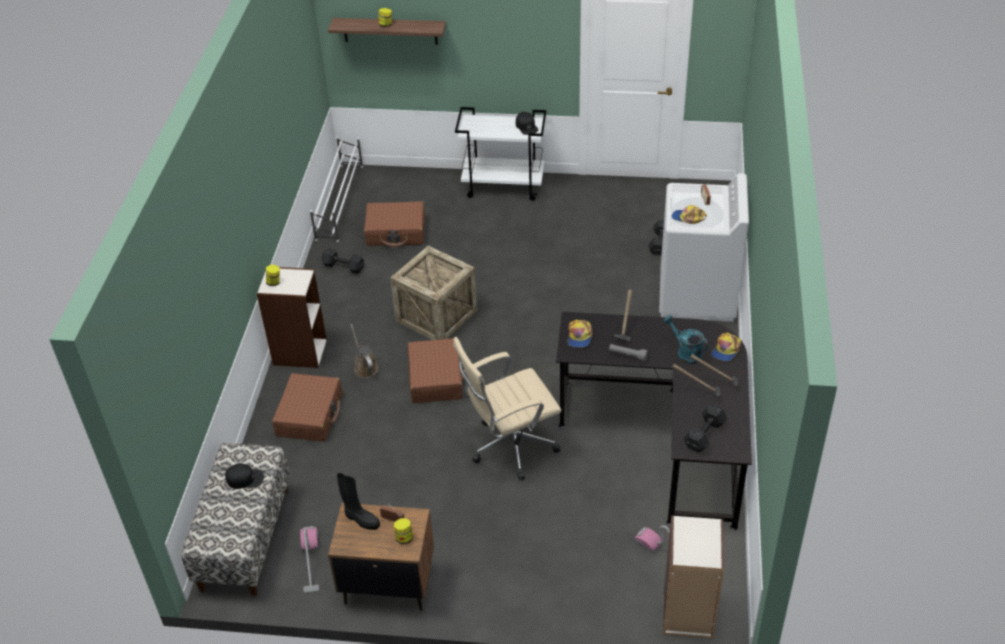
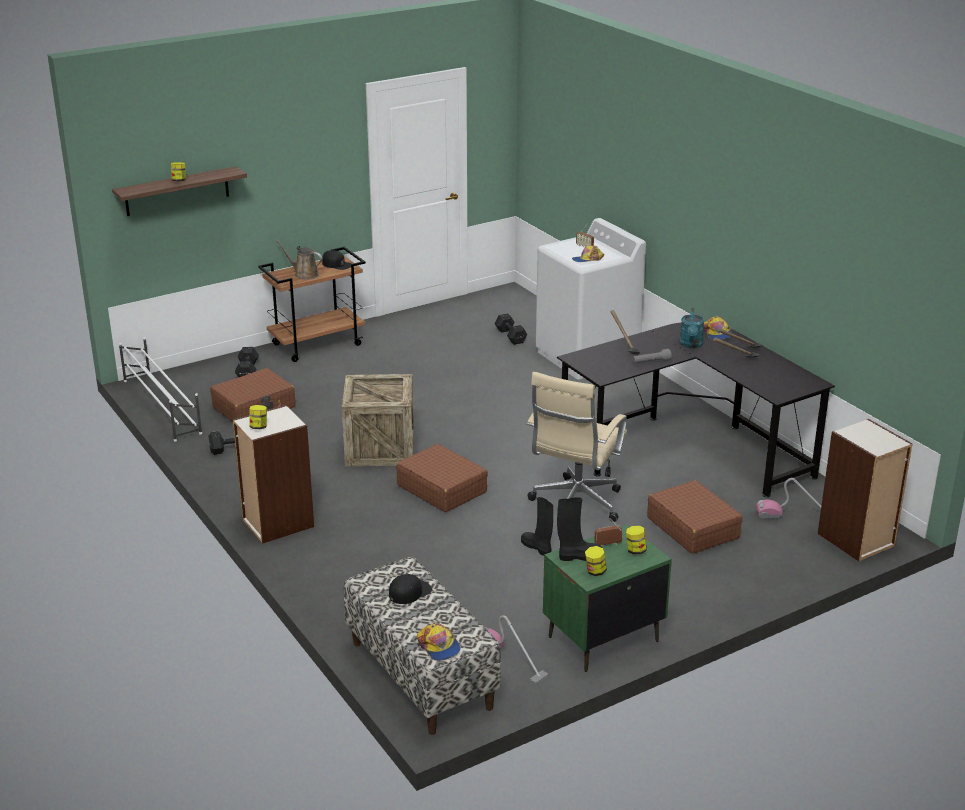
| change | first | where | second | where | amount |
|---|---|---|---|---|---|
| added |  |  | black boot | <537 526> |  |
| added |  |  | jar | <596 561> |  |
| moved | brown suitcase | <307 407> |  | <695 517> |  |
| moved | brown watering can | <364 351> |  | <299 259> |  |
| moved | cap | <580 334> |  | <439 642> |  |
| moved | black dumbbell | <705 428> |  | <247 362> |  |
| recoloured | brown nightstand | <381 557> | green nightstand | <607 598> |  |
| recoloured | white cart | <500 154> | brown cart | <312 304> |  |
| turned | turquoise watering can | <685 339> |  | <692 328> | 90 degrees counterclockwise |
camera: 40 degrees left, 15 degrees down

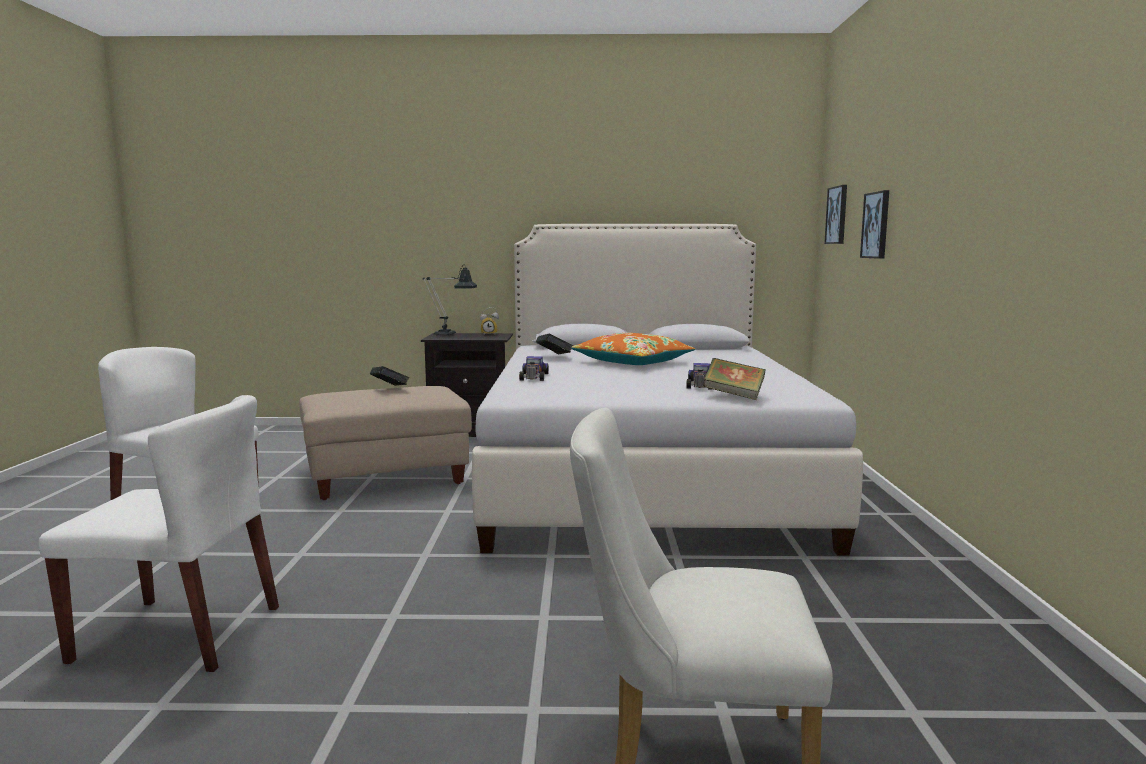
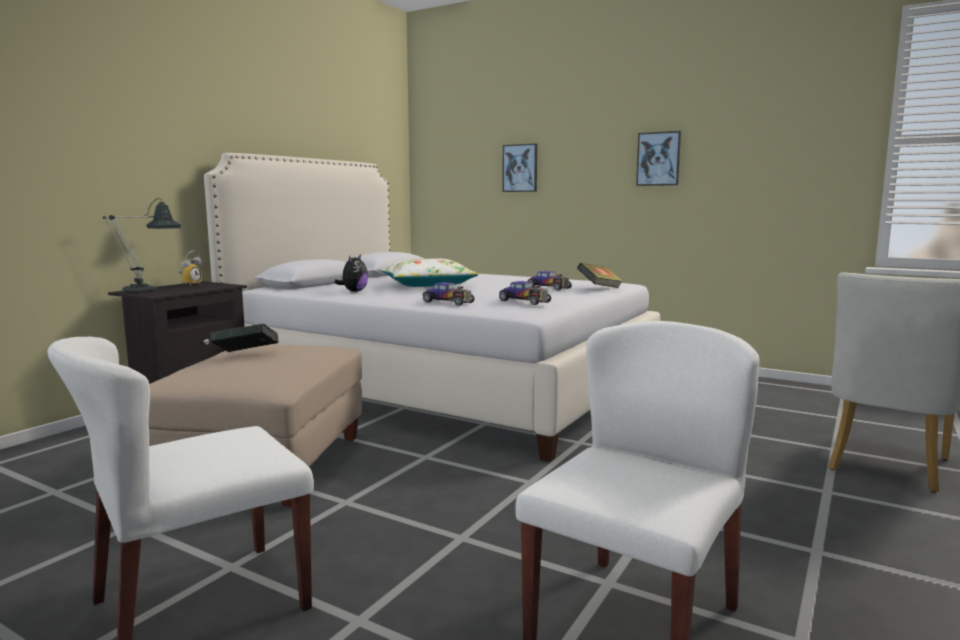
| change | first | where | second | where | amount |
|---|---|---|---|---|---|
| added |  |  | toy car | <525 293> |  |
| moved | picture | <835 214> |  | <658 158> |  |
| replaced | book | <555 344> | plush toy | <351 273> |  |
| recoloured | orange pillow | <633 349> | white pillow | <430 273> |  |
camera: 60 degrees left, 0 degrees up

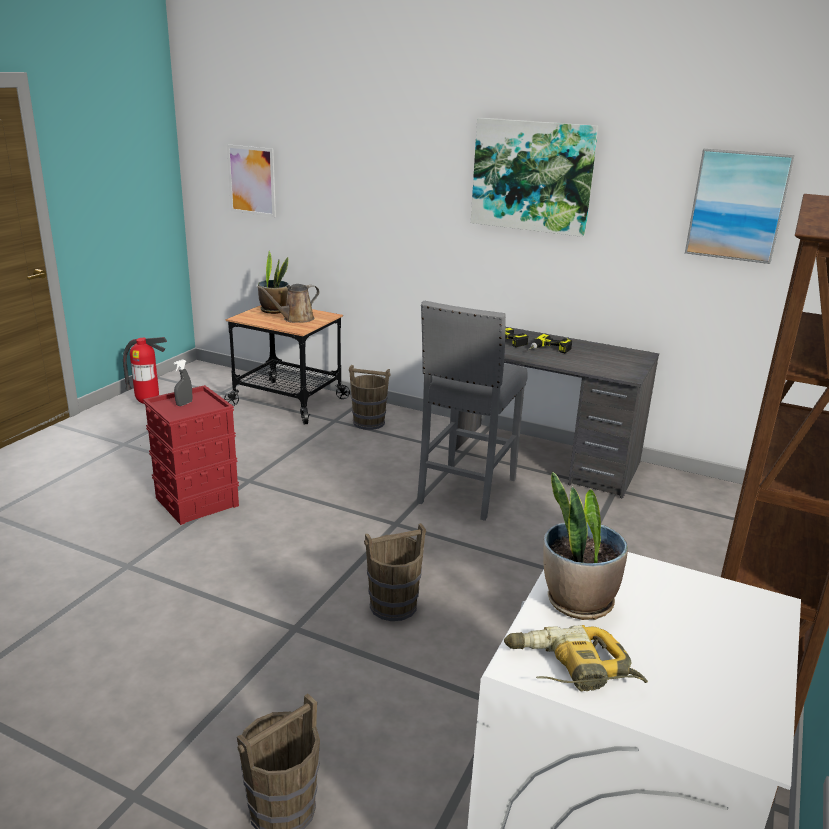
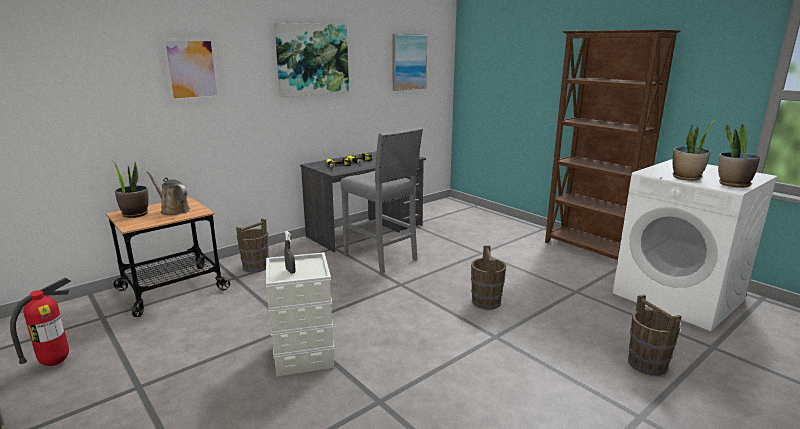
| change | first | where | second | where | amount |
|---|---|---|---|---|---|
| moved | picture | <251 180> |  | <190 70> |  |
| replaced | power drill | <576 658> | potted plant | <739 156> |  |
| recoloured | red storage box | <191 455> | grey storage box | <300 314> |  |
| turned | brown watering can | <288 303> |  | <168 193> | 135 degrees clockwise |
camera: 65 degrees left, 5 degrees down

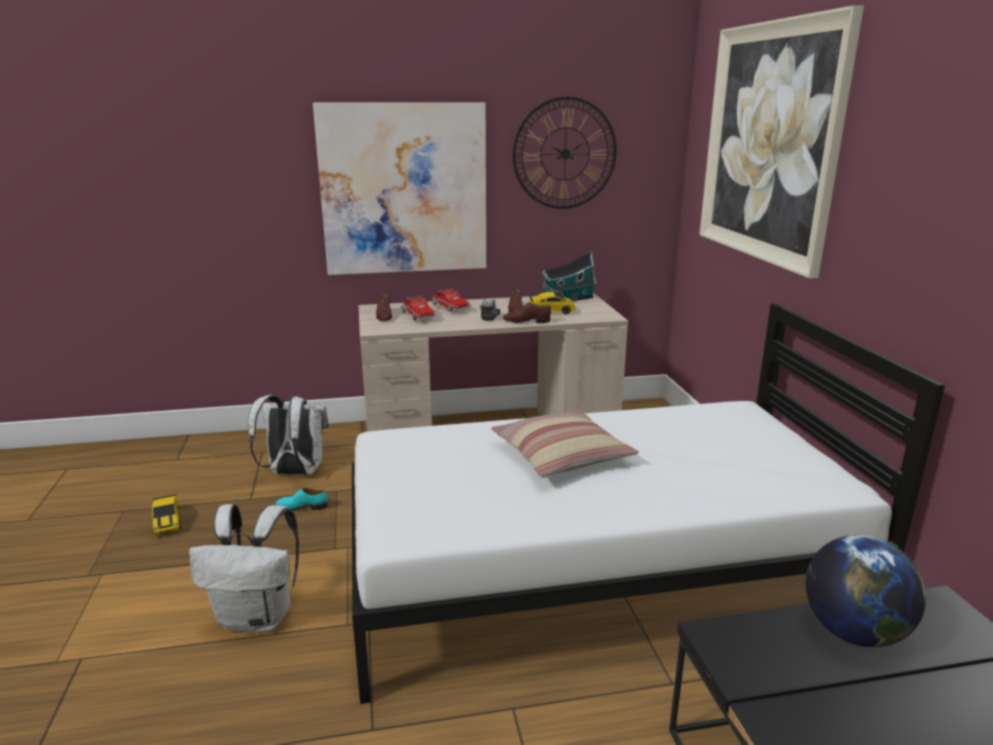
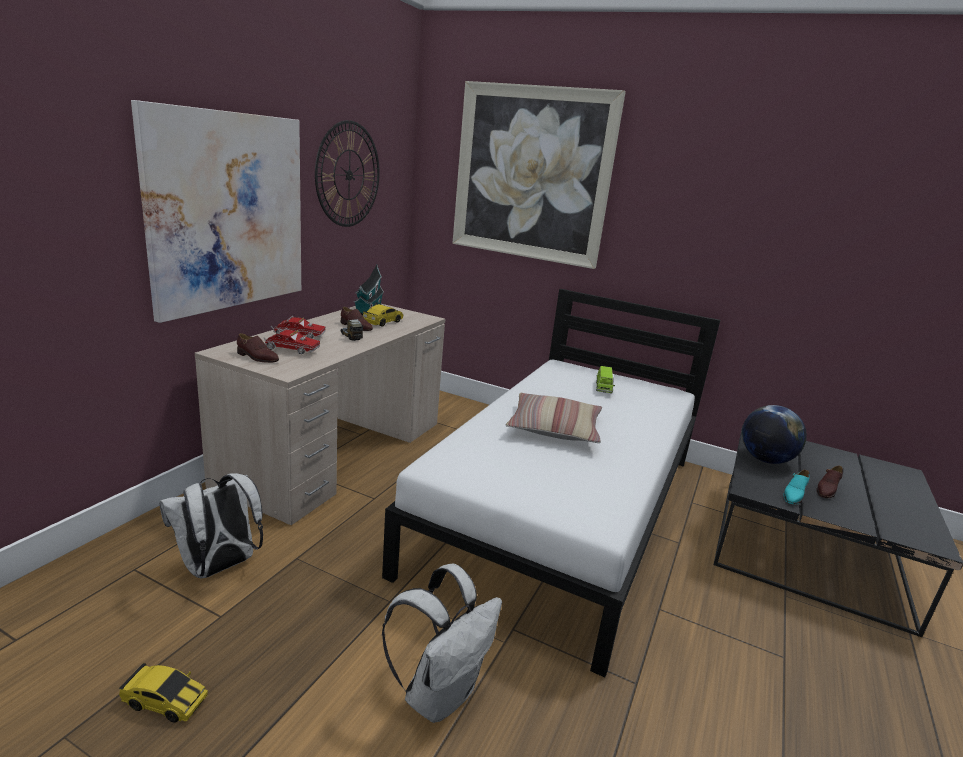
| change | first | where | second | where | amount |
|---|---|---|---|---|---|
| added |  |  | green toy car | <605 379> |  |
| moved | turquoise shoe | <301 499> |  | <796 487> |  |
| moved | brown shoe | <527 312> |  | <830 482> |  |
camera: 55 degrees left, 0 degrees up

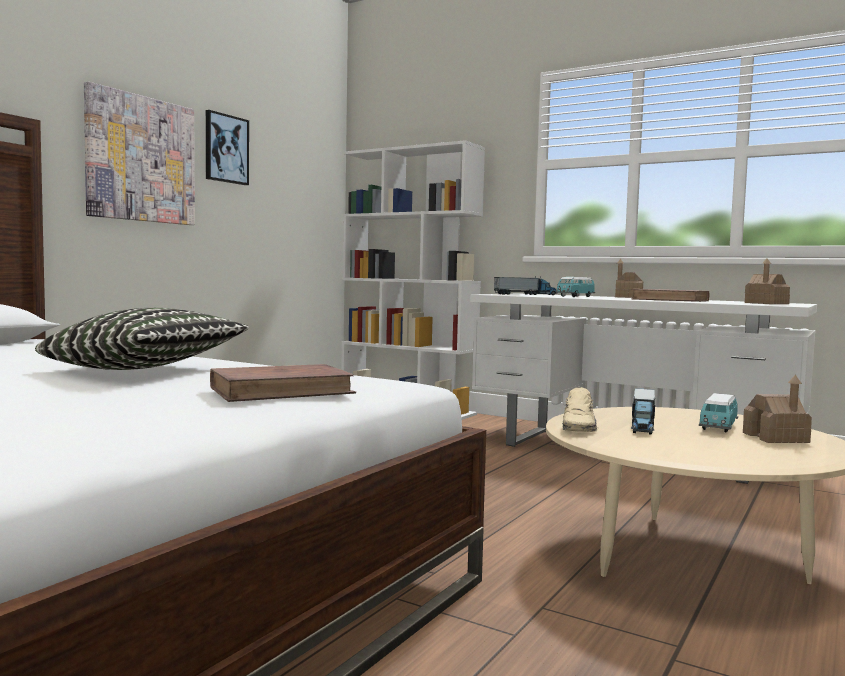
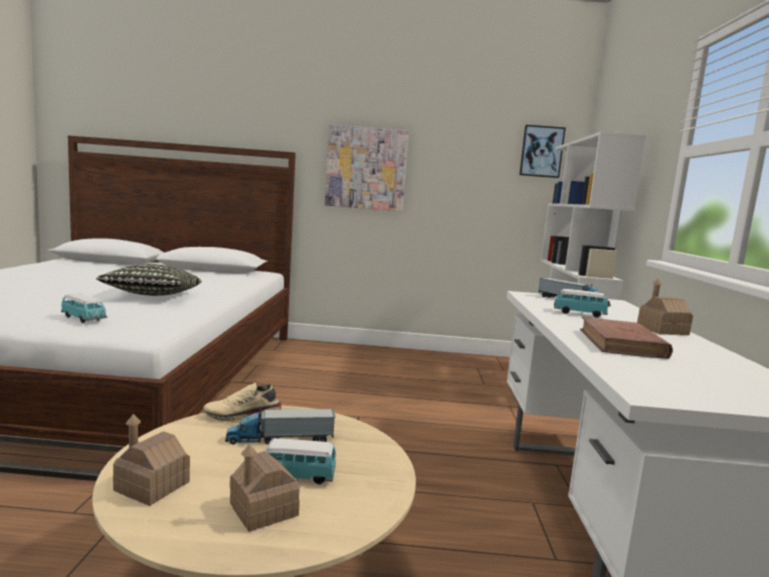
| change | first | where | second | where | amount |
|---|---|---|---|---|---|
| moved | picture | <227 147> |  | <542 151> |  |
| moved | toy house | <767 281> |  | <151 460> |  |
| replaced | brown book | <283 383> | toy car | <84 308> |  |
camera: 60 degrees right, 5 degrees up

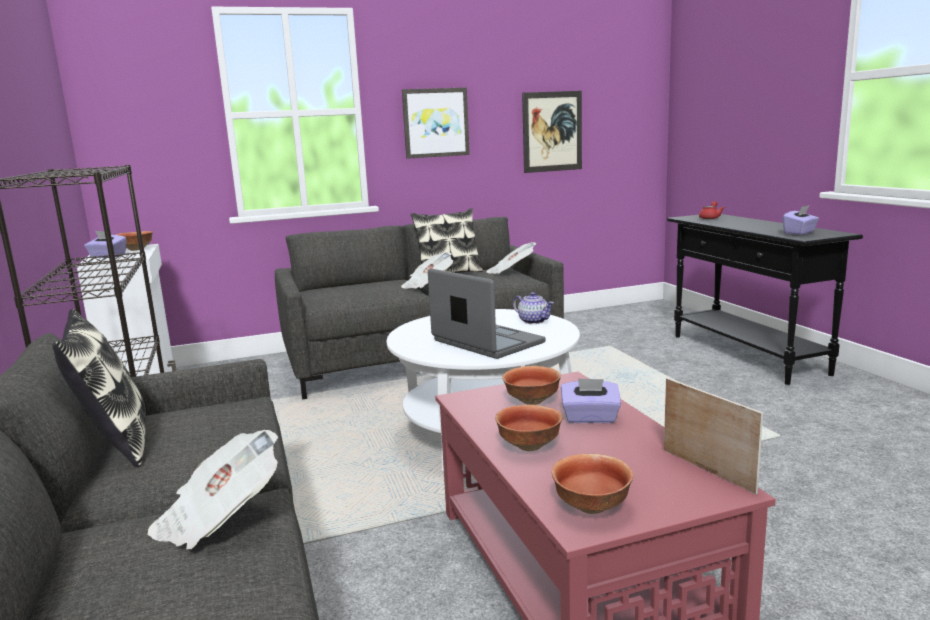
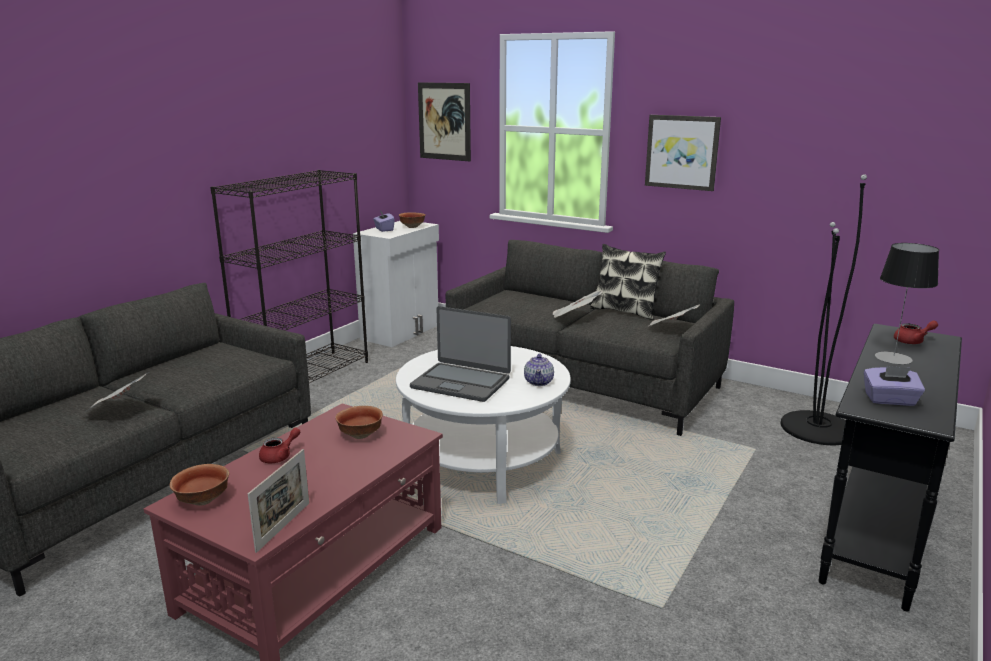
| change | first | where | second | where | amount |
|---|---|---|---|---|---|
| removed | pillow | <99 388> |  |  |  |
| removed | purple tissue box | <591 400> |  |  |  |
| added |  |  | black floor lamp | <823 309> |  |
| added |  |  | table lamp | <907 304> |  |
| moved | picture | <552 132> |  | <444 121> |  |
| replaced | bowl | <528 428> | red teapot | <279 445> |  |
| turned | laptop | <486 313> |  | <460 354> | 105 degrees clockwise |
camera: 50 degrees right, 5 degrees up

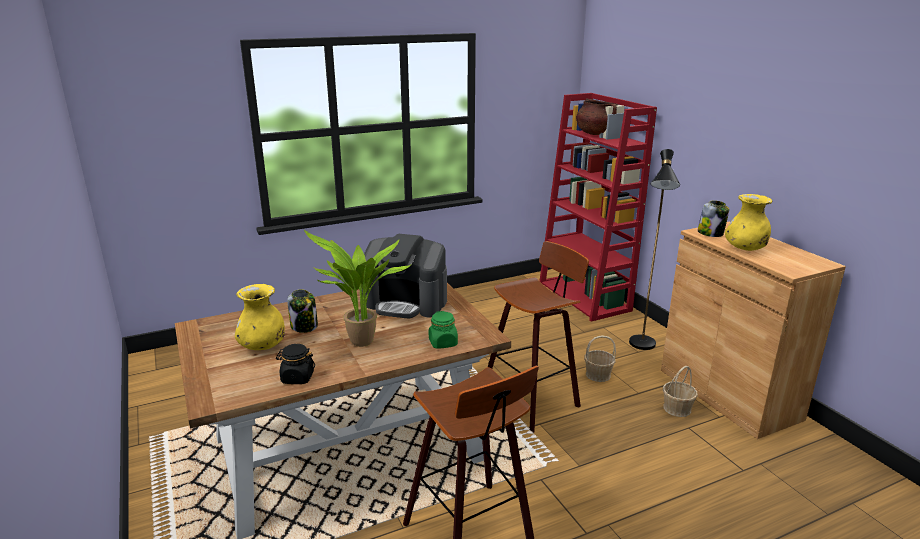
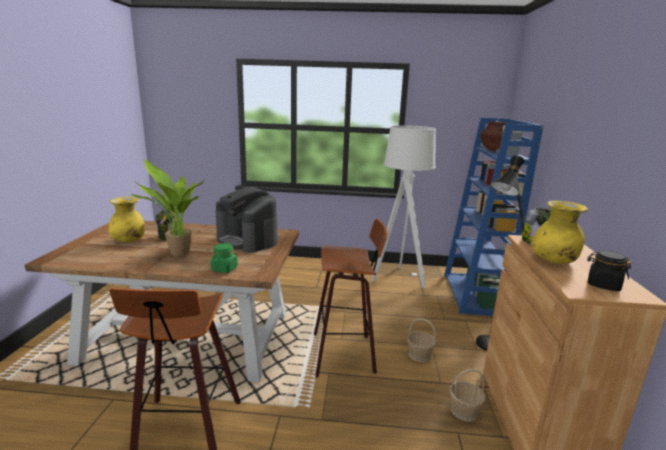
| change | first | where | second | where | amount |
|---|---|---|---|---|---|
| added |  |  | white floor lamp | <404 206> |  |
| moved | black jar | <295 364> |  | <609 270> |  |
| recoloured | red bookcase | <598 207> | blue bookcase | <494 217> |  |
camera: 30 degrees right, 5 degrees down

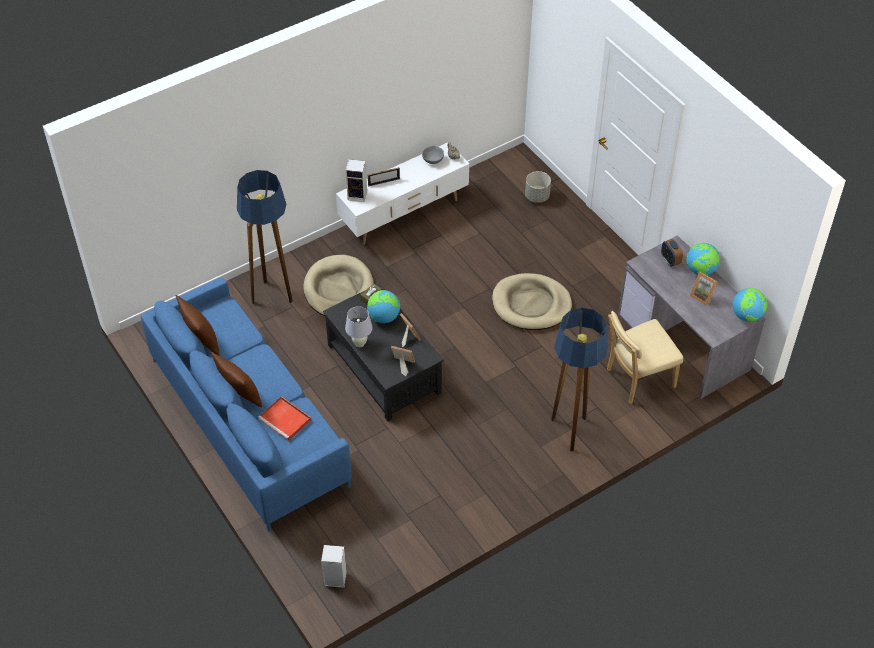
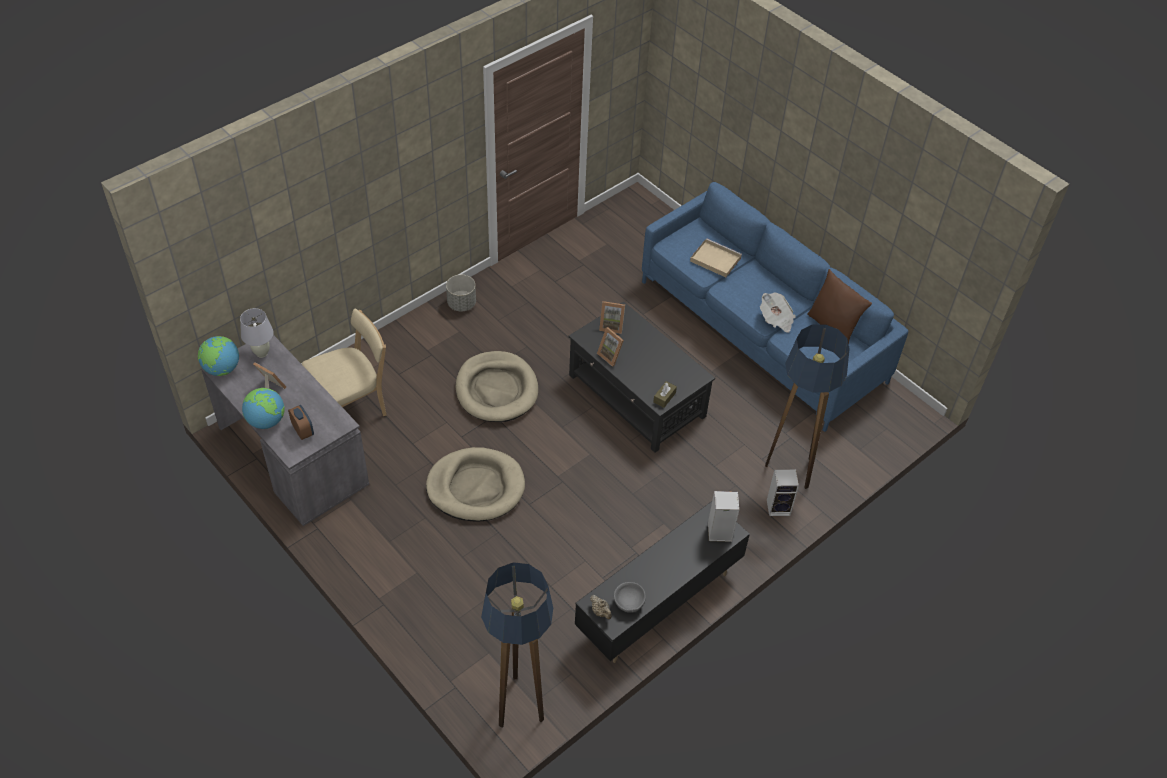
| change | first | where | second | where | amount |
|---|---|---|---|---|---|
| removed | brown pillow | <236 379> |  |  |  |
| removed | globe | <383 306> |  |  |  |
| removed | picture frame | <384 176> |  |  |  |
| added |  |  | newspaper | <778 313> |  |
| moved | beige dog bed | <338 285> |  | <496 386> |  |
| moved | speaker | <334 566> |  | <783 492> |  |
| moved | white table lamp | <359 326> |  | <257 333> |  |
| moved | grey planter | <538 187> |  | <461 293> |  |
| moved | floor lamp | <579 379> |  | <517 645> |  |
| recoloured | red tray | <284 418> | beige tray | <716 257> |  |
| recoloured | white tv stand | <403 194> | black tv stand | <662 582> |  |
camera: 170 degrees right, 0 degrees up

